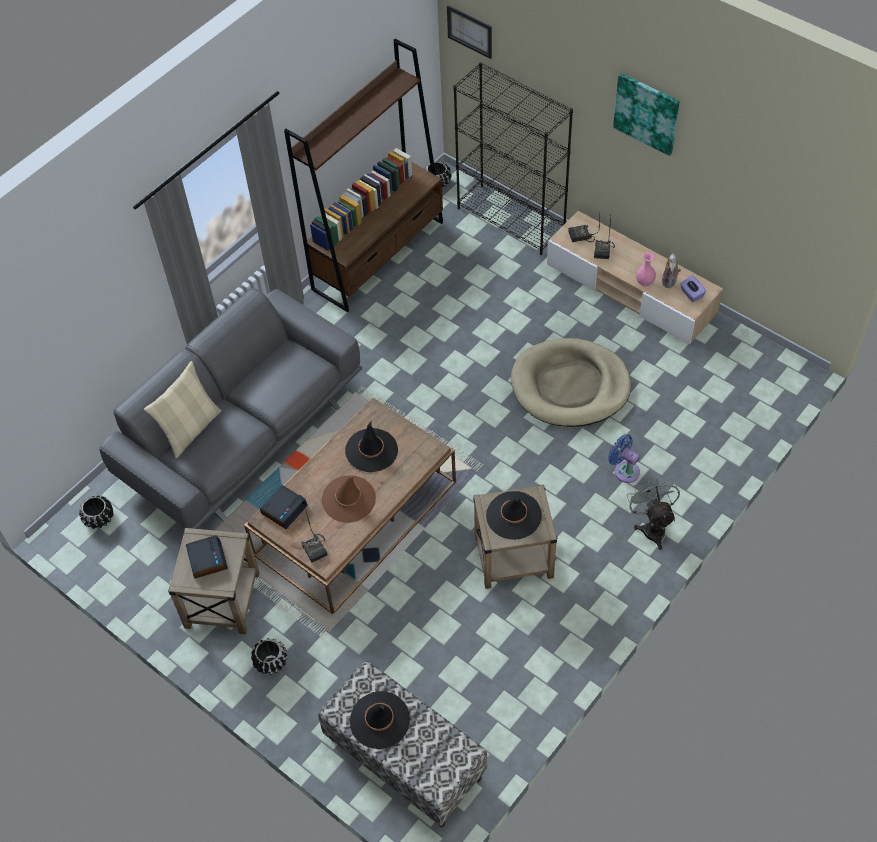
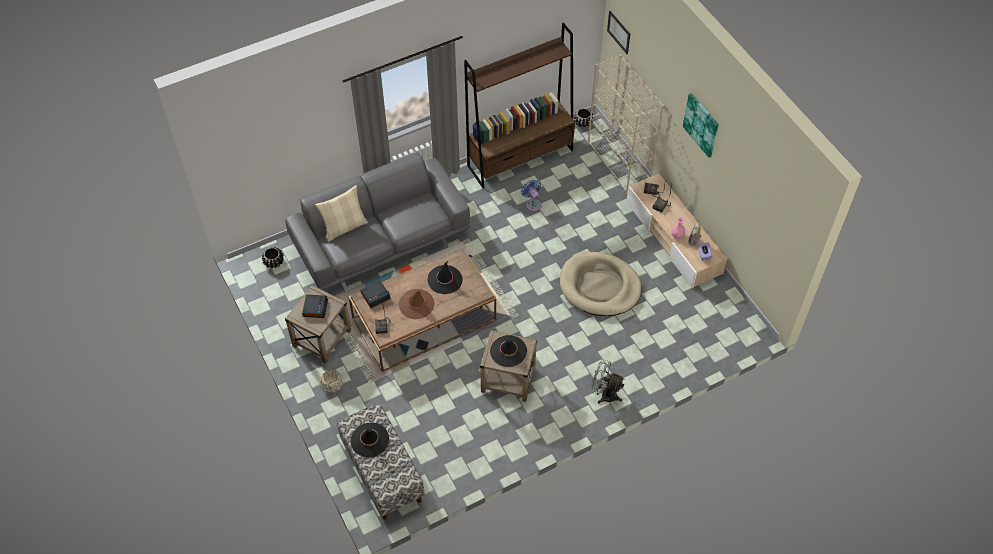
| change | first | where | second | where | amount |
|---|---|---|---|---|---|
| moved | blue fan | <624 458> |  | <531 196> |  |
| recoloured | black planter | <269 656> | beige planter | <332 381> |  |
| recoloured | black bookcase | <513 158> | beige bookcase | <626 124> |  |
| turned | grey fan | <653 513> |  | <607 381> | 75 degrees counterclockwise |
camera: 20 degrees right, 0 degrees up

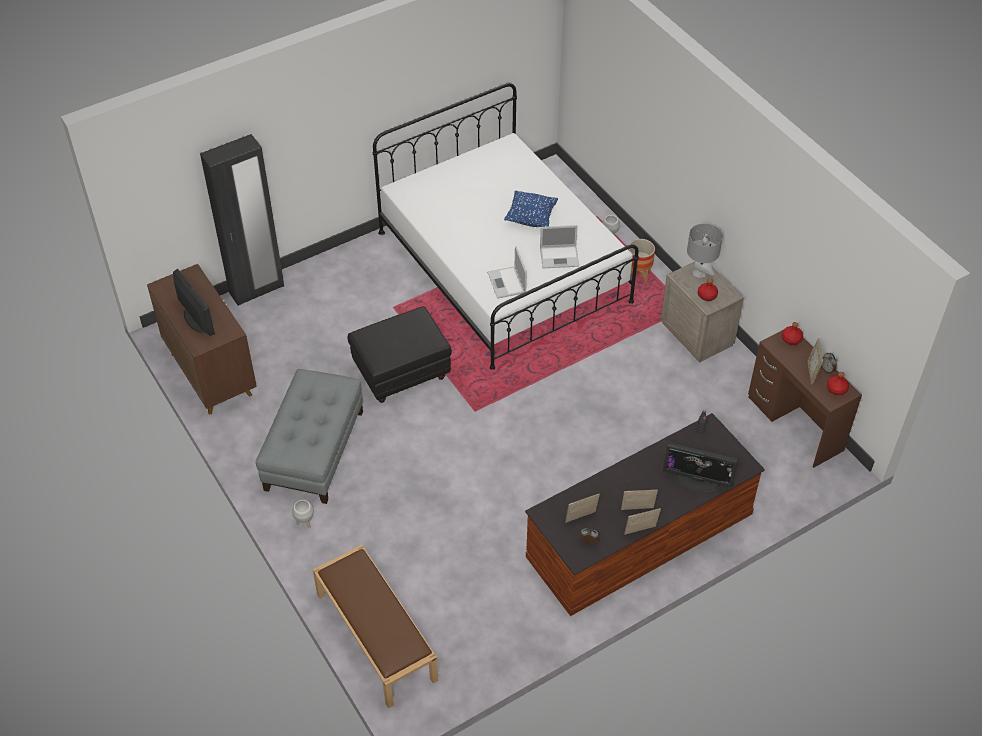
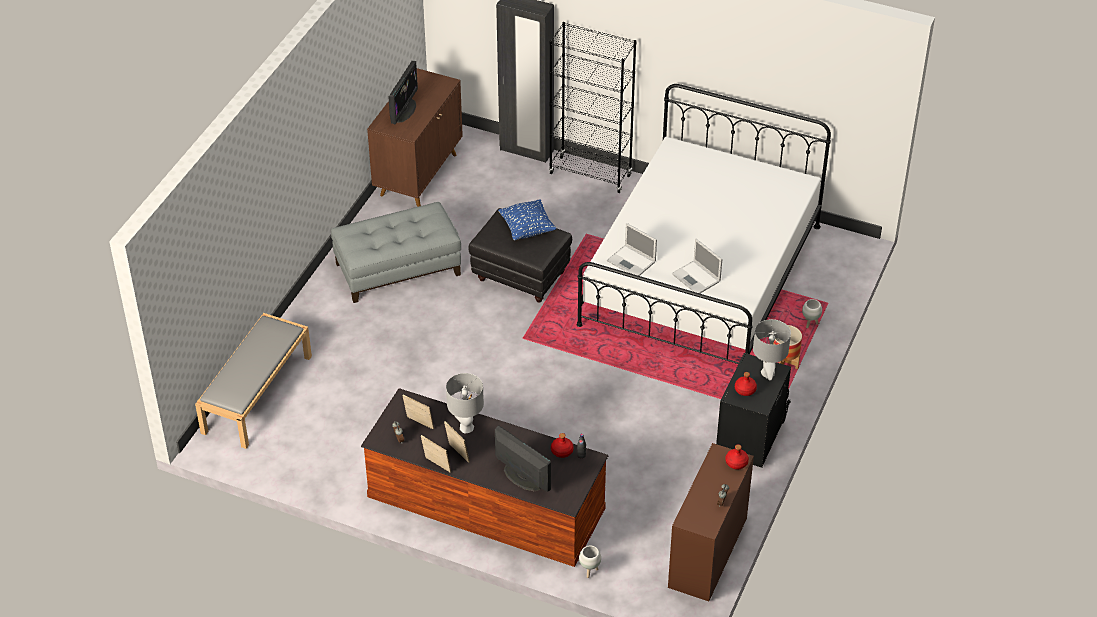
| change | first | where | second | where | amount |
|---|---|---|---|---|---|
| removed | picture frame | <815 361> |  |  |  |
| added |  |  | grey table lamp | <465 403> |  |
| added |  |  | black bookcase | <592 107> |  |
| moved | white planter | <303 514> |  | <590 562> |  |
| moved | blue pillow | <531 208> |  | <527 219> |  |
| moved | red bottle | <838 383> |  | <562 445> |  |
| recoloured | brown bench | <375 626> | grey bench | <253 381> |  |
| recoloured | beige nightstand | <702 311> | black nightstand | <753 410> |  |
| turned | laptop | <507 272> |  | <632 249> | 90 degrees counterclockwise |
| turned | monitor | <700 467> |  | <523 458> | 150 degrees clockwise |
camera: 55 degrees right, 5 degrees down

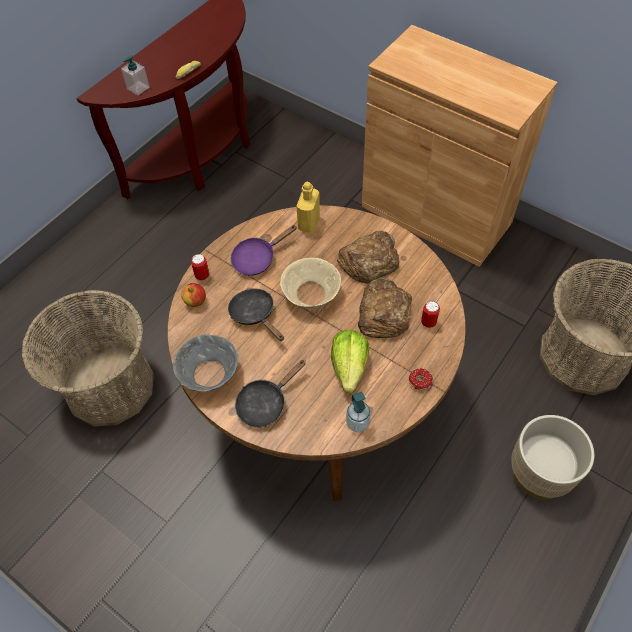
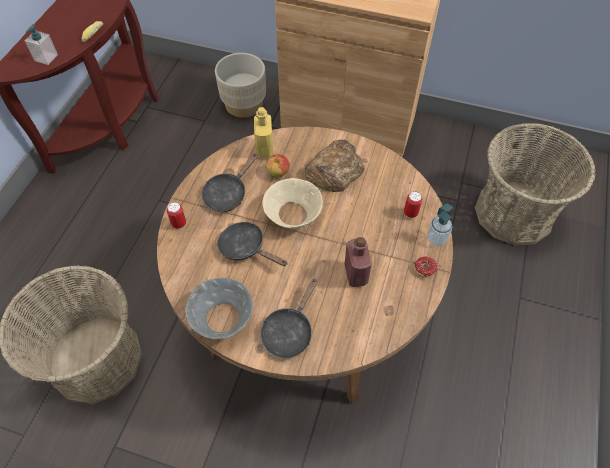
| change | first | where | second | where | amount |
|---|---|---|---|---|---|
| removed | bread | <385 308> |  |  |  |
| moved | apple | <193 295> |  | <278 166> |  |
| moved | soap dispenser | <358 412> |  | <440 224> |  |
| moved | beige planter | <552 457> |  | <240 85> |  |
| replaced | lettuce | <350 361> | red bottle | <358 262> |  |
| recoloured | purple frying pan | <264 250> | black frying pan | <230 182> |  |
camera: 20 degrees left, 0 degrees up

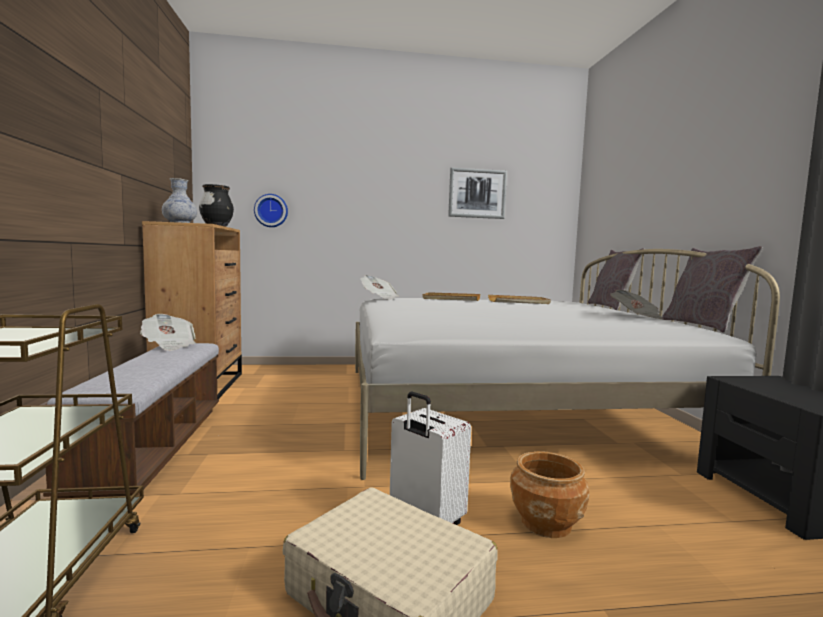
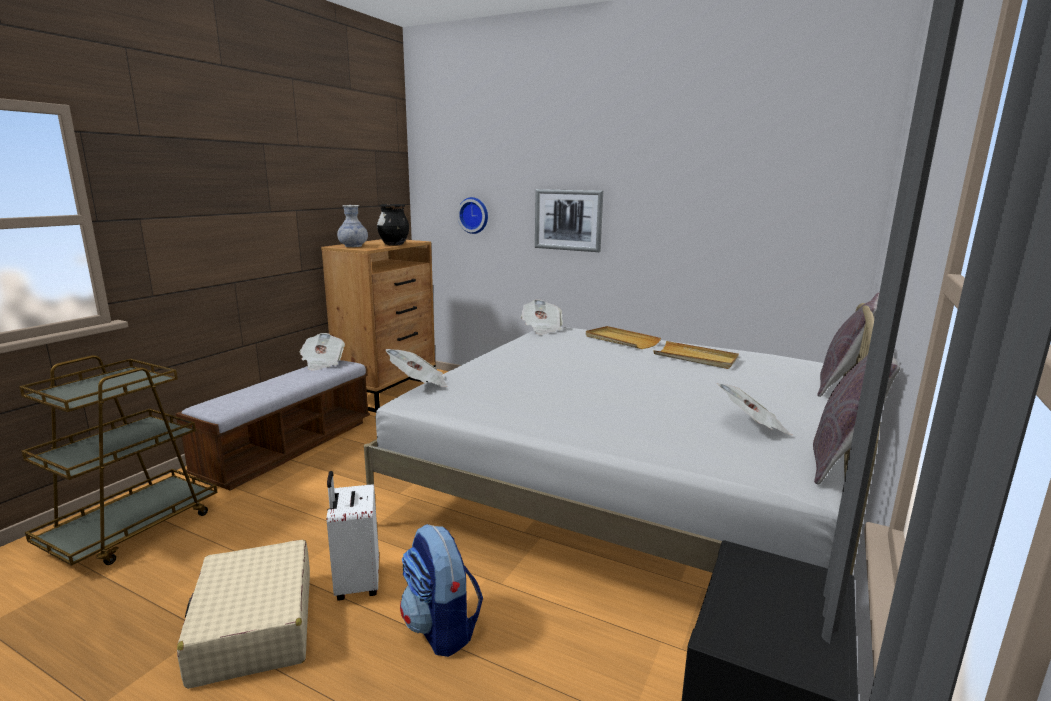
| change | first | where | second | where | amount |
|---|---|---|---|---|---|
| added |  |  | newspaper | <416 368> |  |
| moved | picture | <477 193> |  | <569 220> |  |
| replaced | brown planter | <550 494> | backpack | <441 590> |  |
camera: 35 degrees right, 10 degrees up

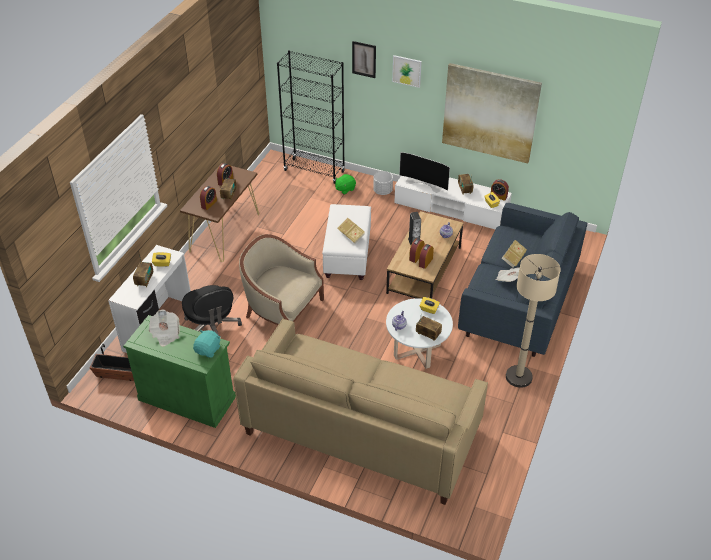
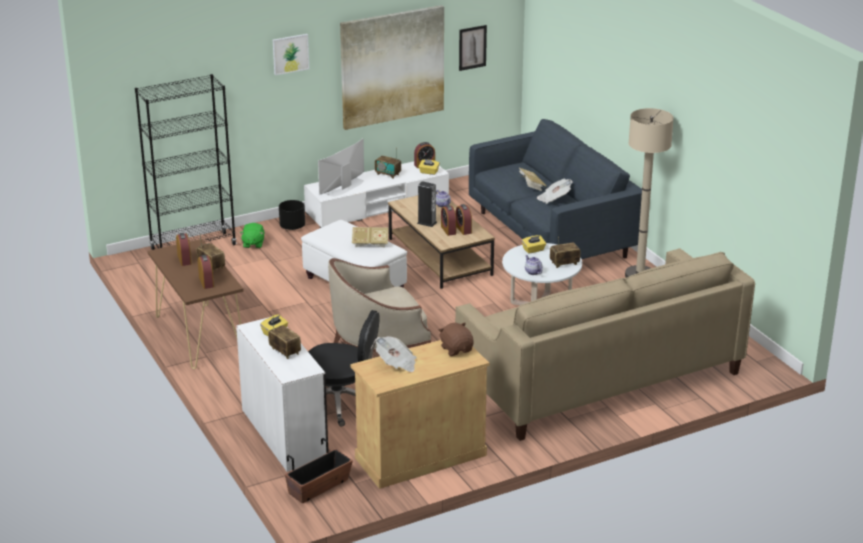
| change | first | where | second | where | amount |
|---|---|---|---|---|---|
| moved | picture | <364 59> |  | <473 48> |  |
| recoloured | green cabinet | <179 371> | beige cabinet | <419 414> |  |
| recoloured | turquoise plush toy | <207 344> | brown plush toy | <456 339> |  |
| recoloured | white planter | <383 183> | black planter | <292 215> |  |
| turned | television | <424 172> |  | <341 167> | 150 degrees clockwise |
camera: 50 degrees left, 15 degrees down

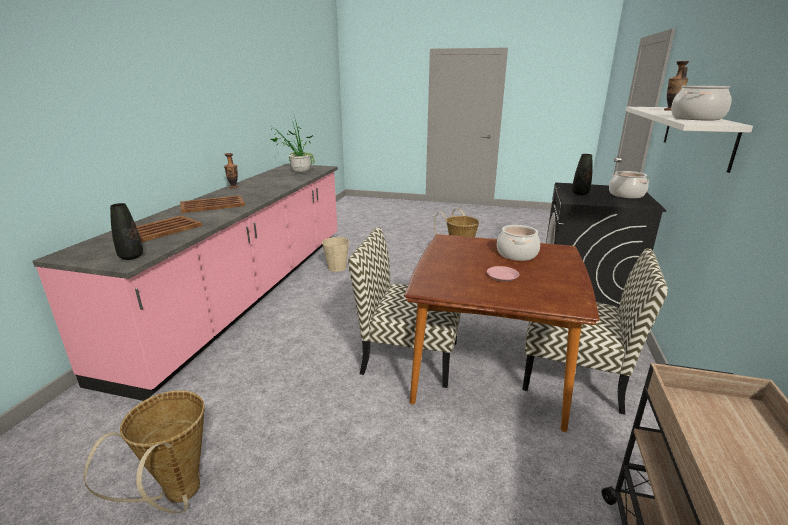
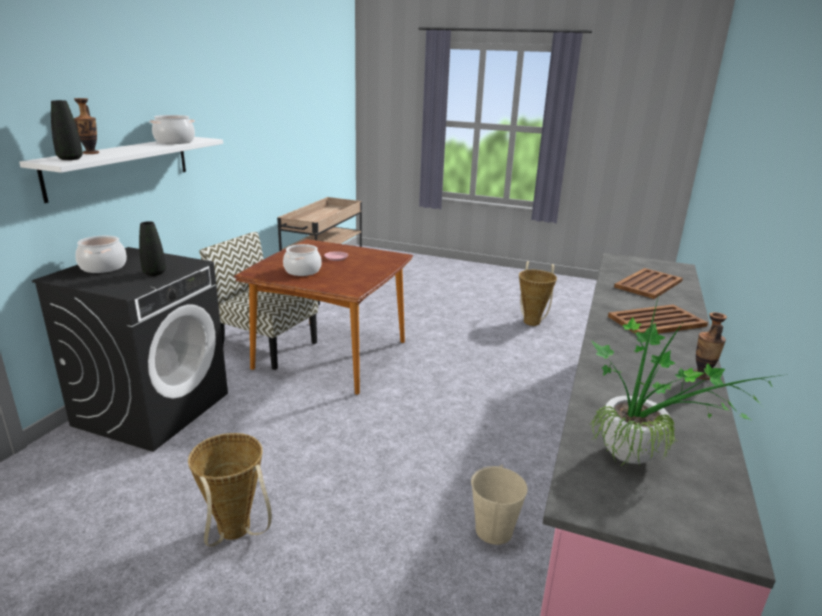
| change | first | where | second | where | amount |
|---|---|---|---|---|---|
| removed | chair | <404 307> |  |  |  |
| moved | black vase | <126 231> |  | <67 130> |  |
camera: 175 degrees left, 0 degrees up

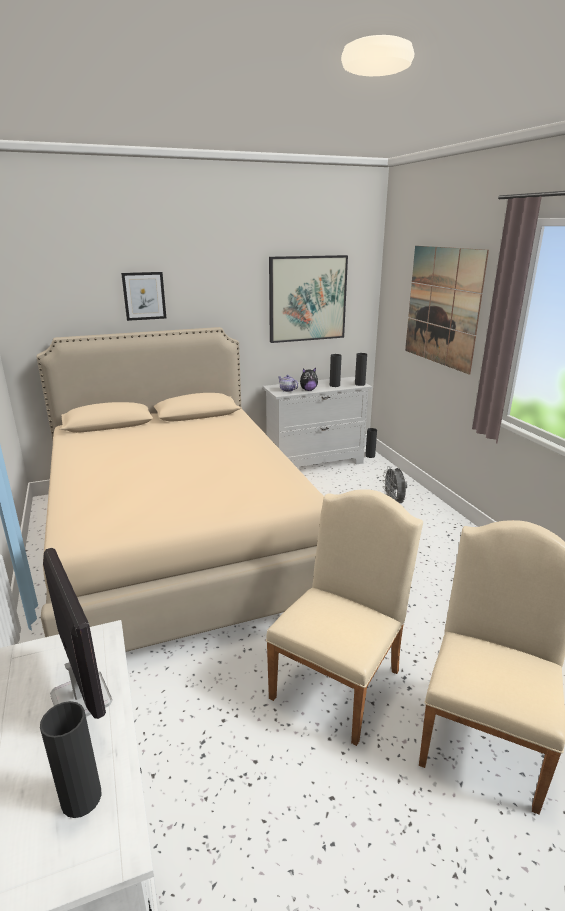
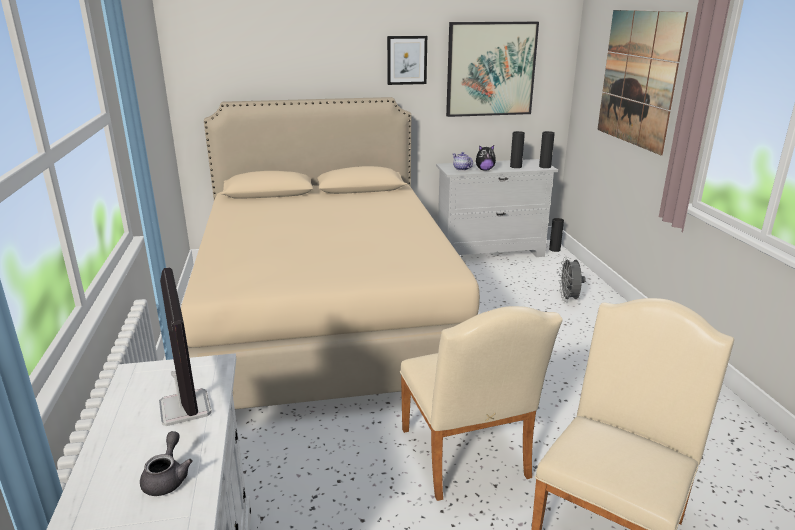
| change | first | where | second | where | amount |
|---|---|---|---|---|---|
| moved | picture | <143 296> |  | <407 60> |  |
| replaced | black vase | <70 759> | grey teapot | <166 463> |  |
| turned | beige chair | <344 617> |  | <481 403> | 120 degrees clockwise |
camera: 10 degrees right, 0 degrees up

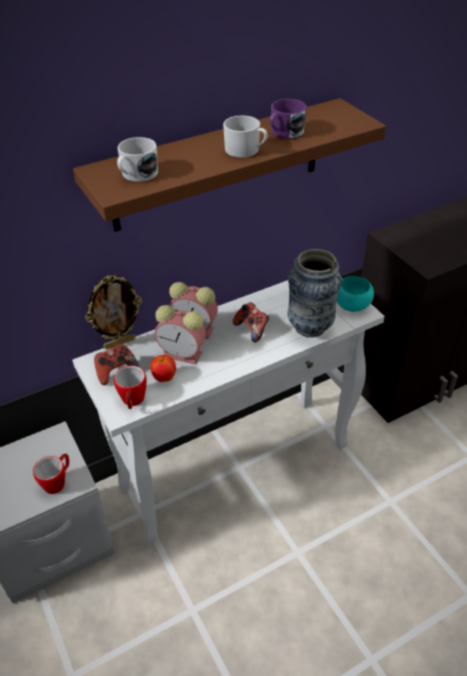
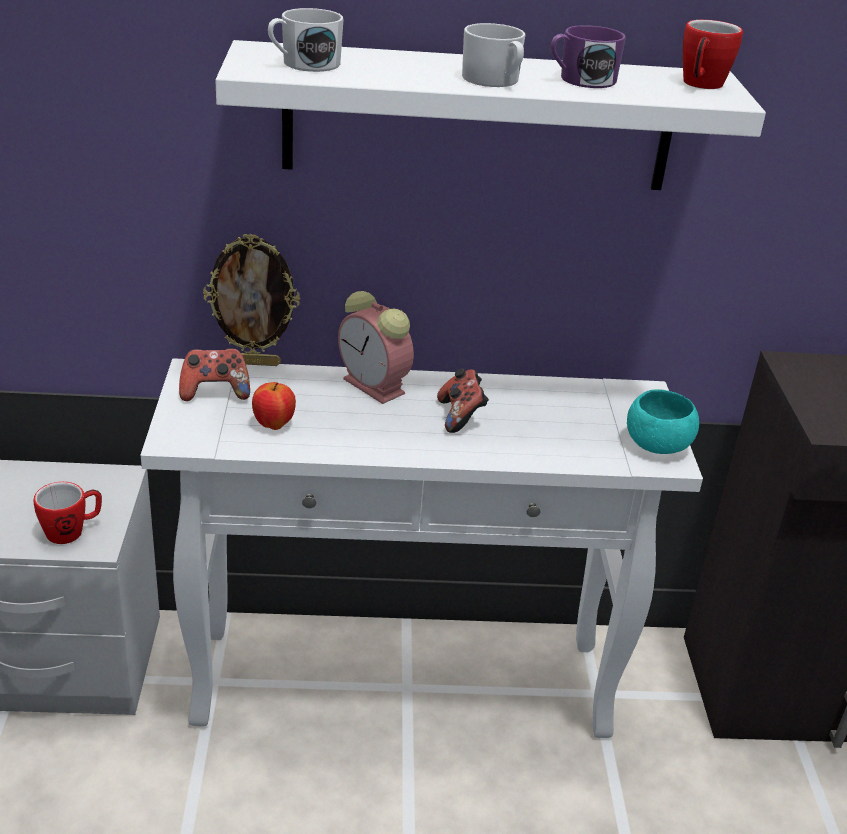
| change | first | where | second | where | amount |
|---|---|---|---|---|---|
| removed | alarm clock | <180 335> |  |  |  |
| removed | vase | <314 293> |  |  |  |
| moved | mug | <130 387> |  | <713 54> |  |
| recoloured | brown shelf | <229 165> | white shelf | <491 115> |  |
camera: 25 degrees right, 10 degrees down

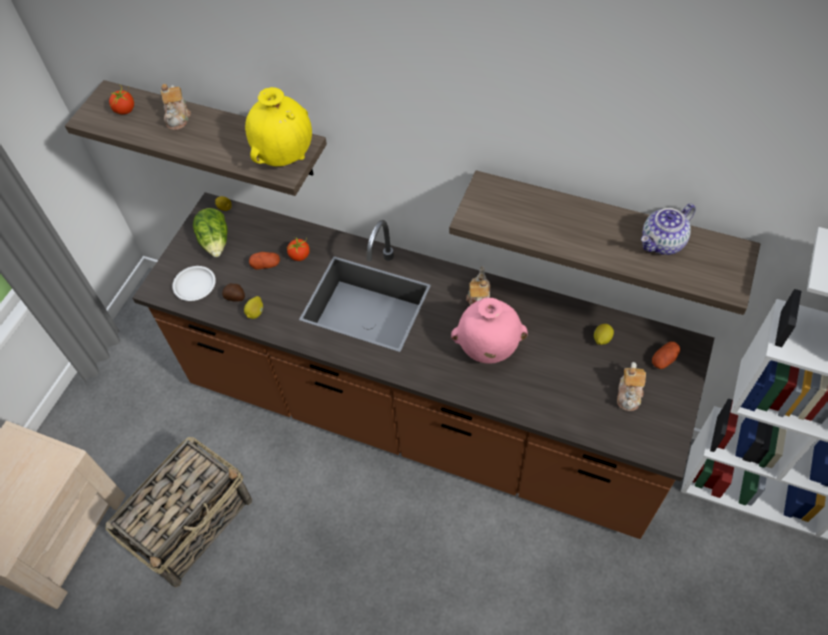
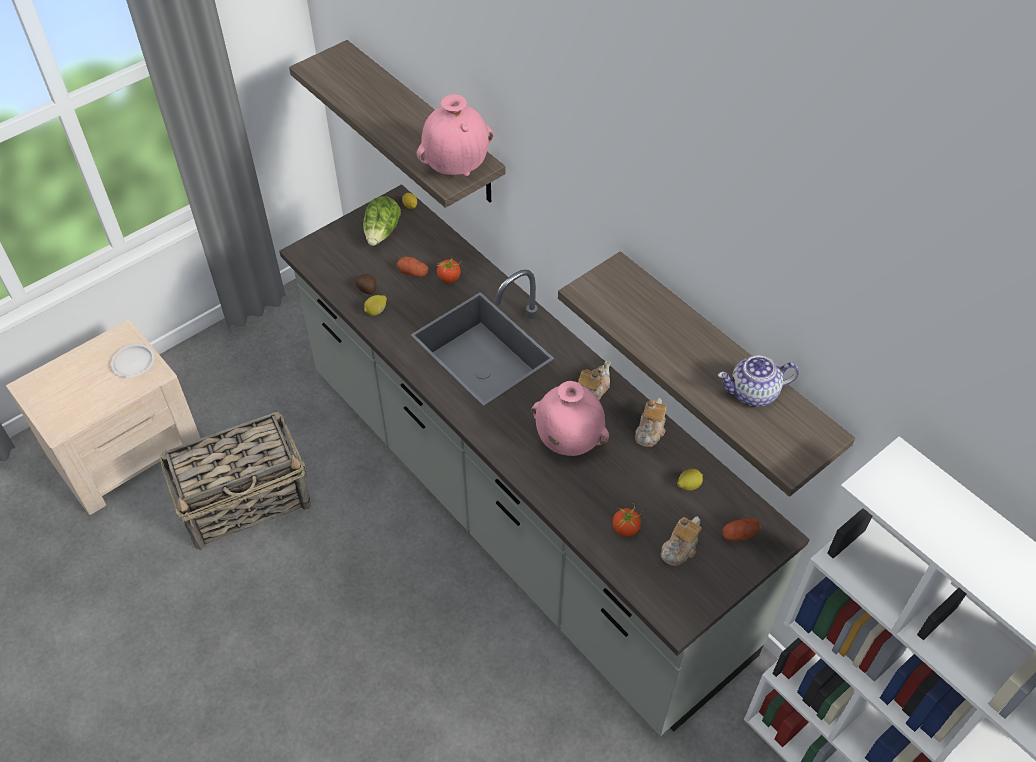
| change | first | where | second | where | amount |
|---|---|---|---|---|---|
| moved | tomato | <121 100> |  | <627 520> |  |
| moved | teapot | <176 107> |  | <651 422> |  |
| moved | white plate | <194 283> |  | <132 360> |  |
| recoloured | brown counter | <424 365> | grey counter | <544 460> |  |
| recoloured | yellow vase | <278 126> | pink vase | <455 135> |  |
camera: 25 degrees right, 5 degrees down

